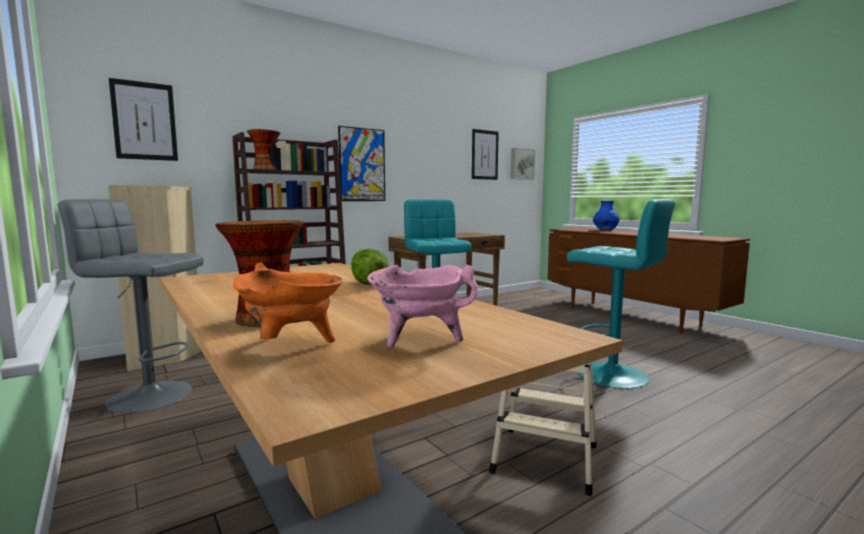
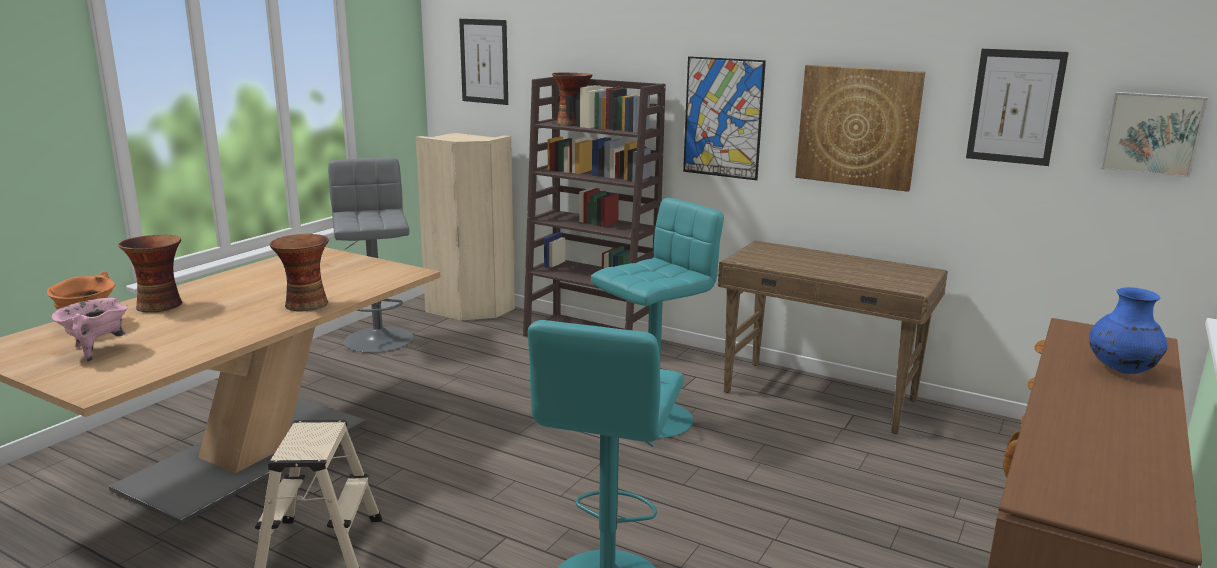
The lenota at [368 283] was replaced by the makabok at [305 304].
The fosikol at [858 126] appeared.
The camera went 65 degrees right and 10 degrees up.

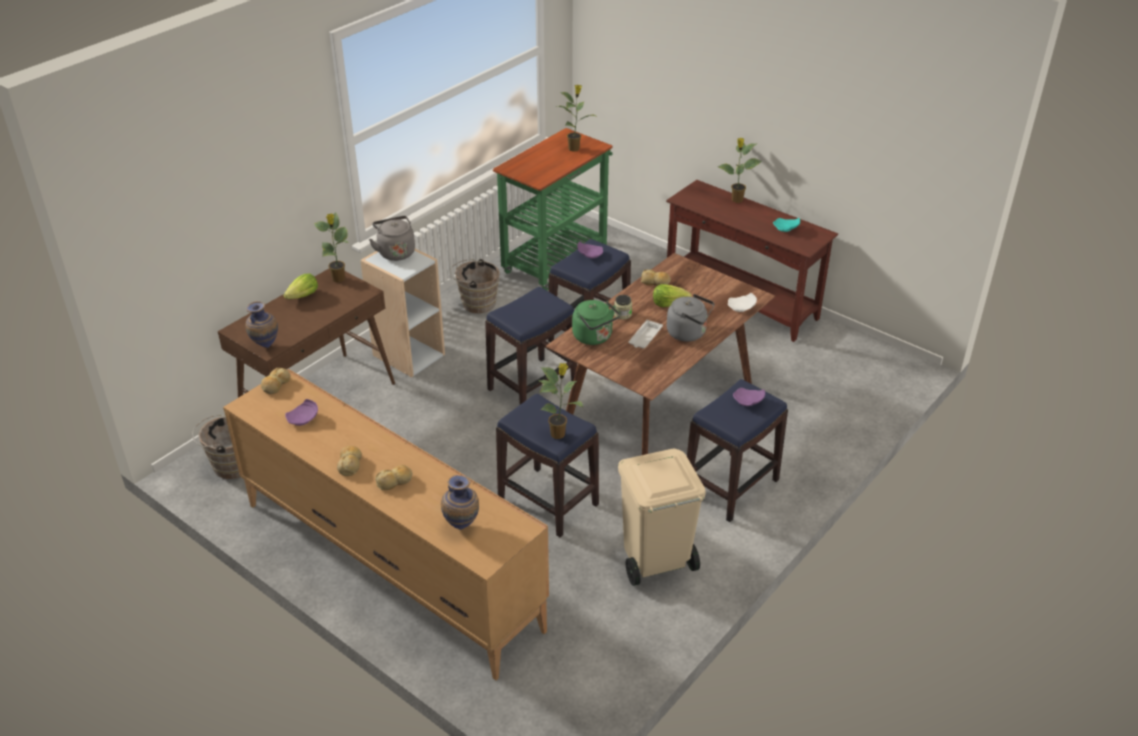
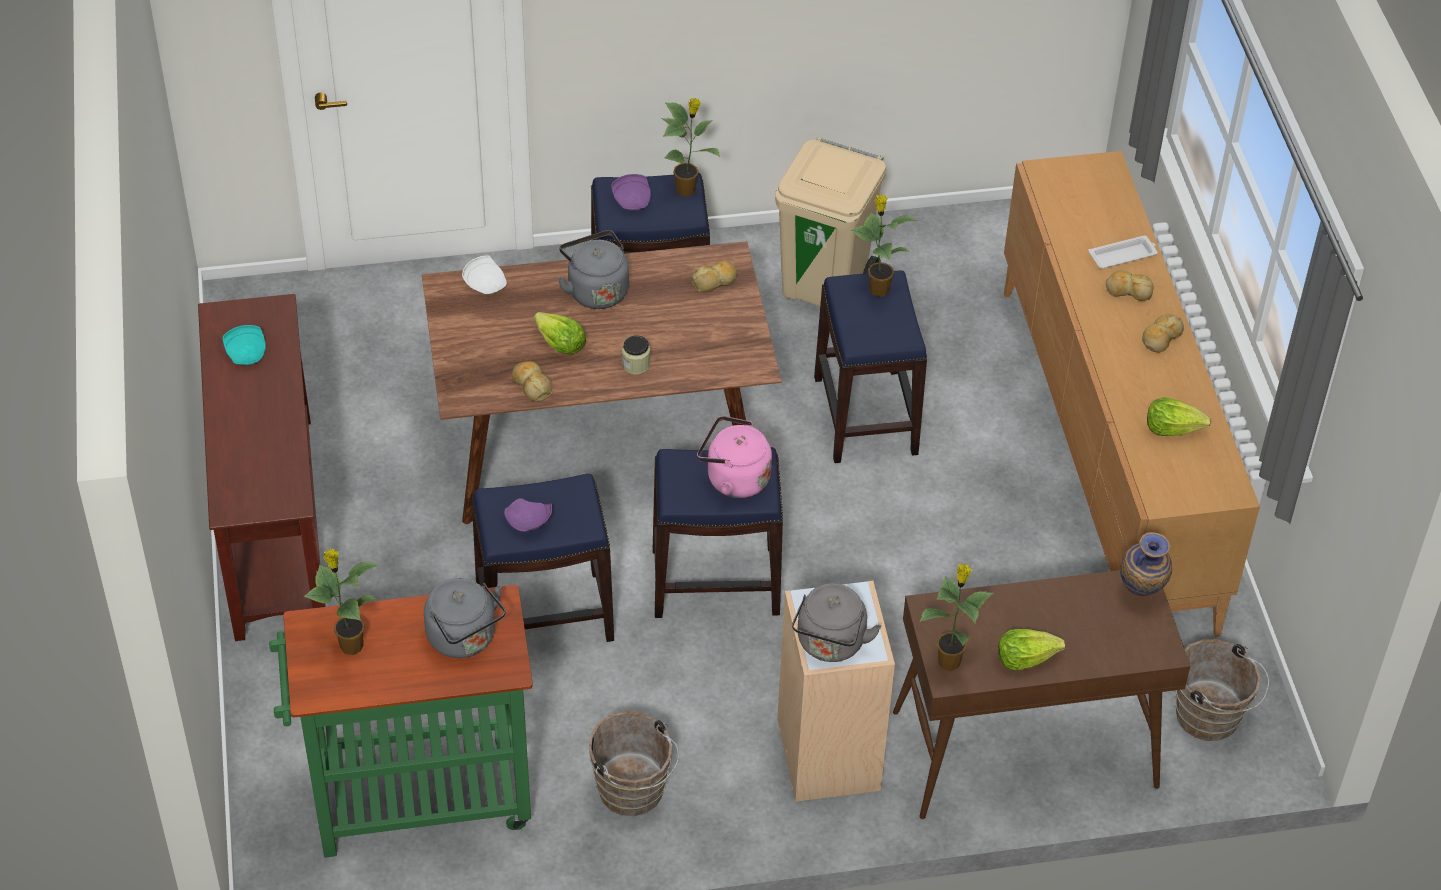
The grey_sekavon at [465 639] appeared.
The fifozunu moved from [736 200] to [687 189].
The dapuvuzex moved from [275 385] to [715 281].
The pink_sekavon at [734 479] appeared.
The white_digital moved from [645 337] to [1123 256].
The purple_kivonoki at [303 419] was replaced by the lenota at [1173 428].
The makabok at [462 525] disappeared.
The green_sekavon at [594 337] disappeared.
The camera went 140 degrees left and 10 degrees up.

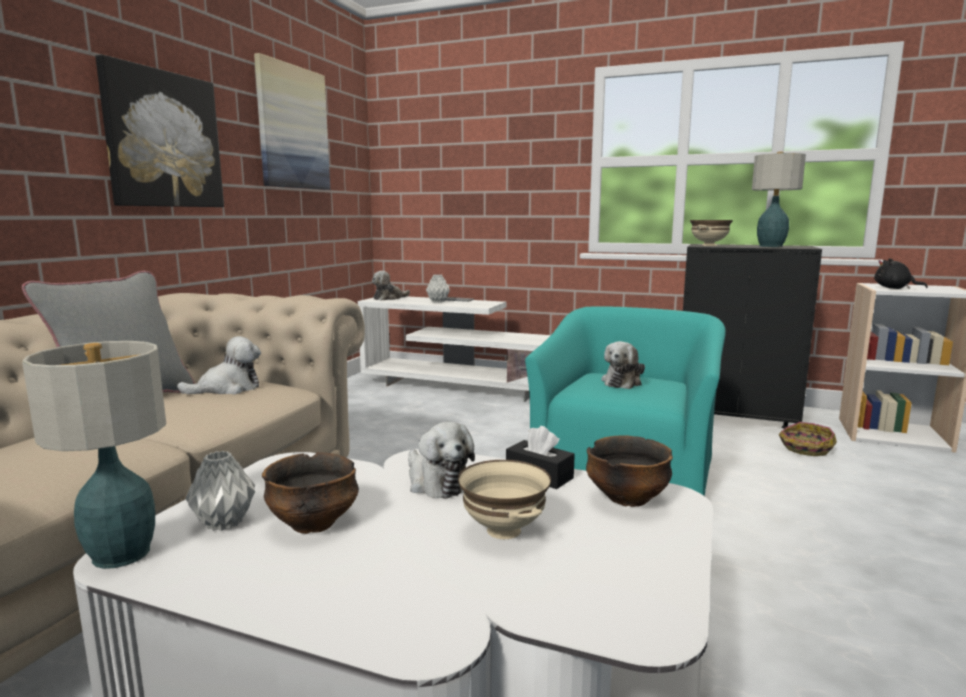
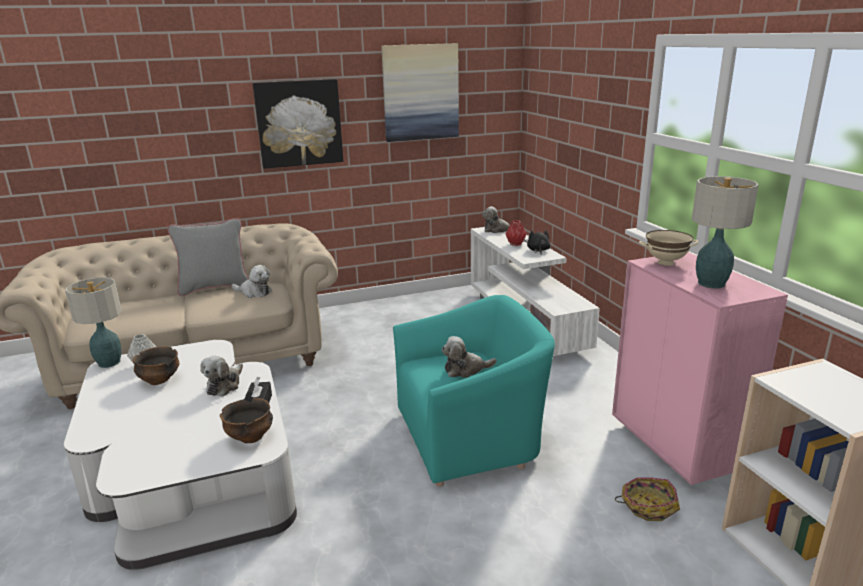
The grey_makabok at [438 301] became the red_makabok at [516 244].
The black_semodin moved from [894 288] to [538 250].
The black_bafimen at [736 416] became the pink_bafimen at [677 448].
The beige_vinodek at [502 530] disappeared.
The camera went 50 degrees right and 10 degrees up.

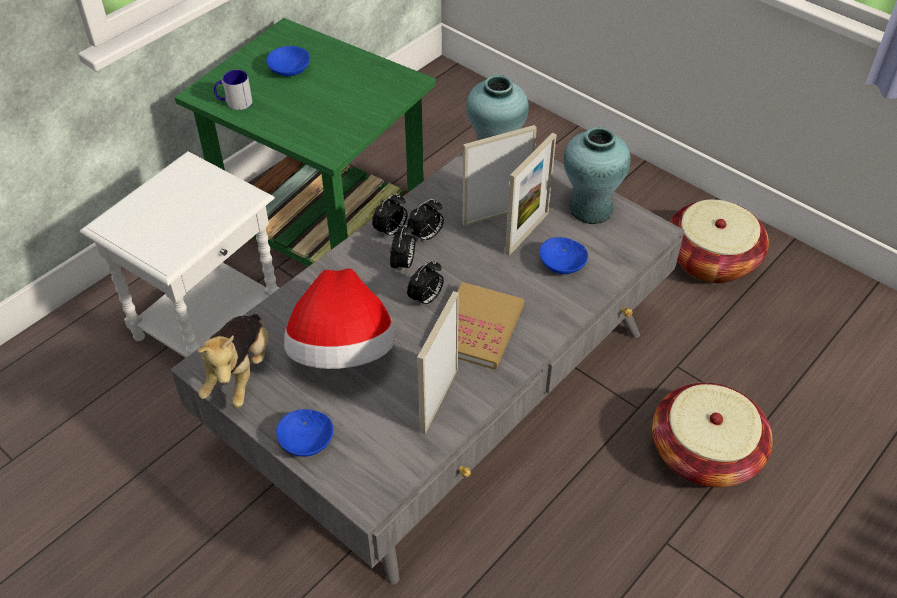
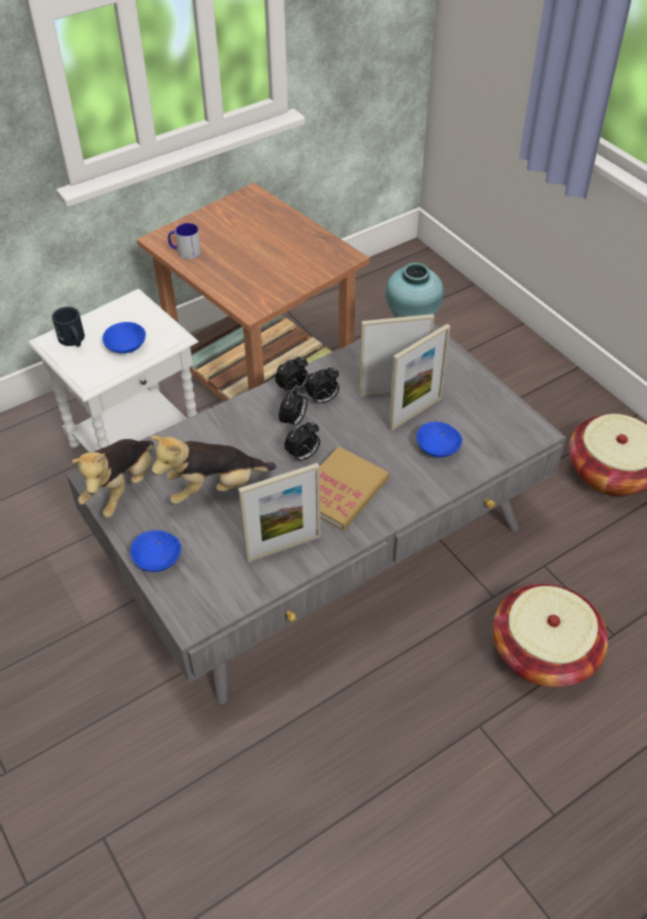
The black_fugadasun at [73 340] appeared.
The blue_vinodek moved from [289 69] to [126 345].
The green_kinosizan at [322 224] became the brown_kinosizan at [259 374].
The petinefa at [342 352] was replaced by the semodin at [214 488].
The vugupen at [439 400] turned 150 degrees counterclockwise.
The turquoise_makabok at [590 209] disappeared.
The camera went 15 degrees right and 0 degrees up.

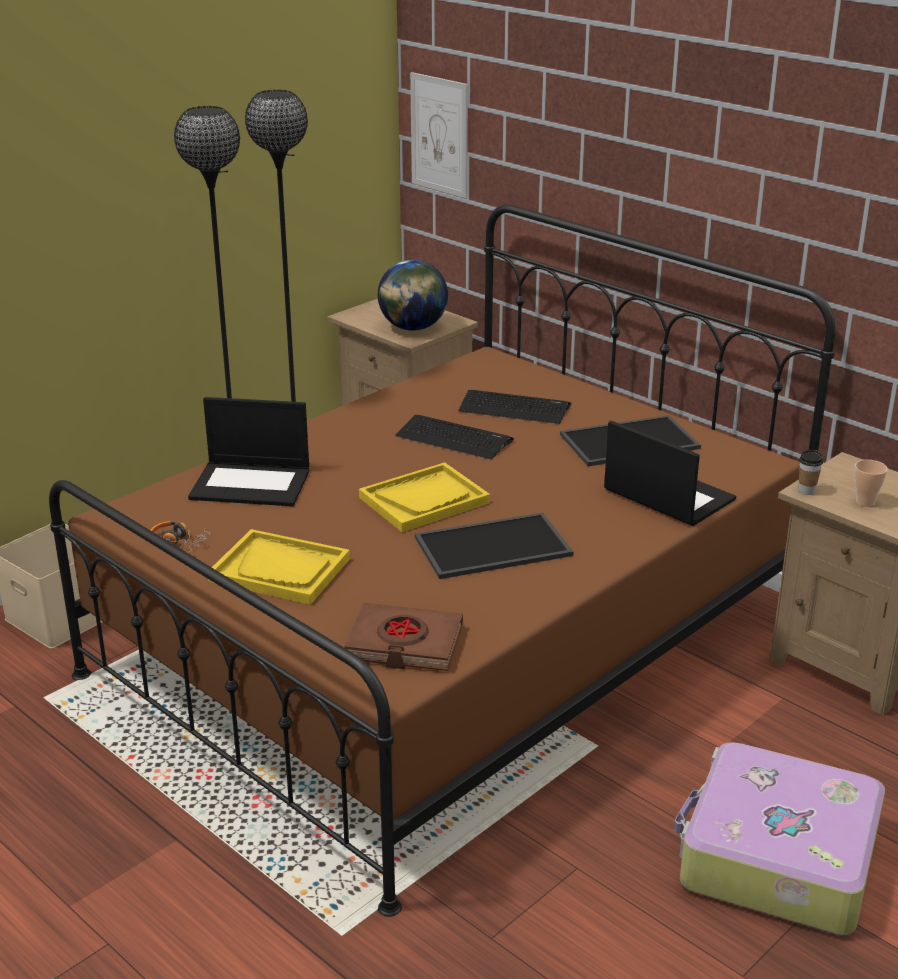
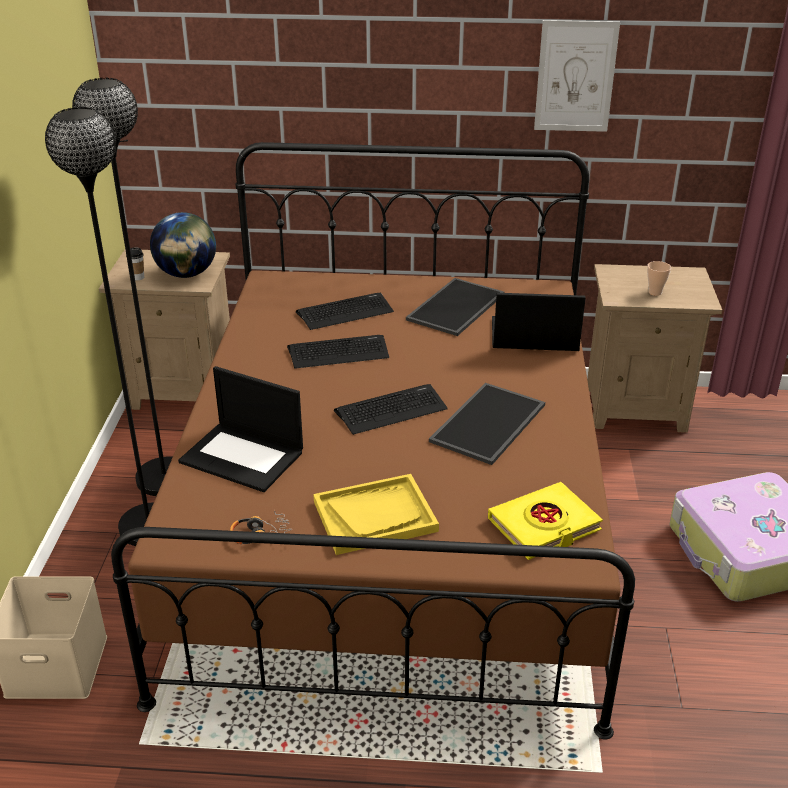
The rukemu moved from [806 491] to [138 277].
The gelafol at [252 484] turned 60 degrees clockwise.
The yellow_digital at [424 500] was replaced by the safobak at [391 410].
The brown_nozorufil at [404 644] became the yellow_nozorufil at [544 526].
The fosikol moved from [439 135] to [575 77].
The camera went 40 degrees left and 5 degrees up.

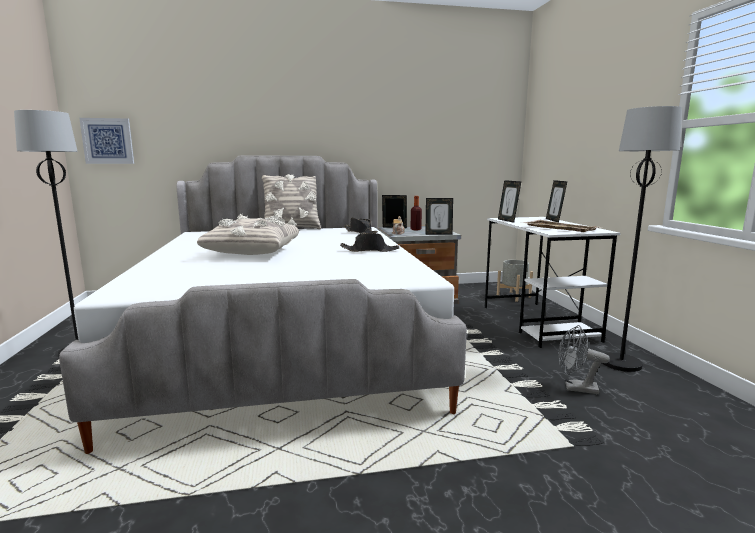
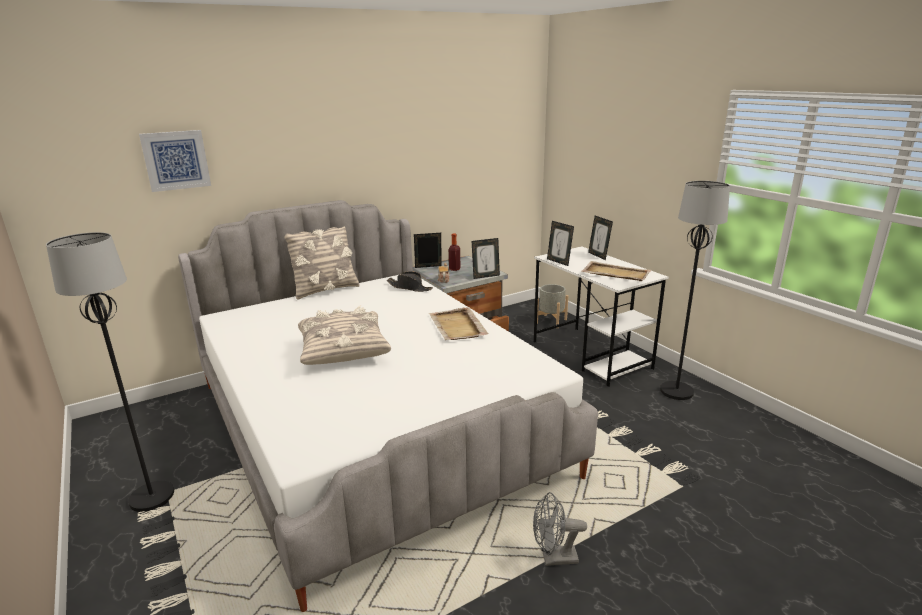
The fosikol moved from [108 141] to [176 160].
The black_petinefa at [370 250] was replaced by the beige_digital at [457 326].
The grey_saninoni moved from [575 388] to [554 558].
The camera went 20 degrees left and 10 degrees up.

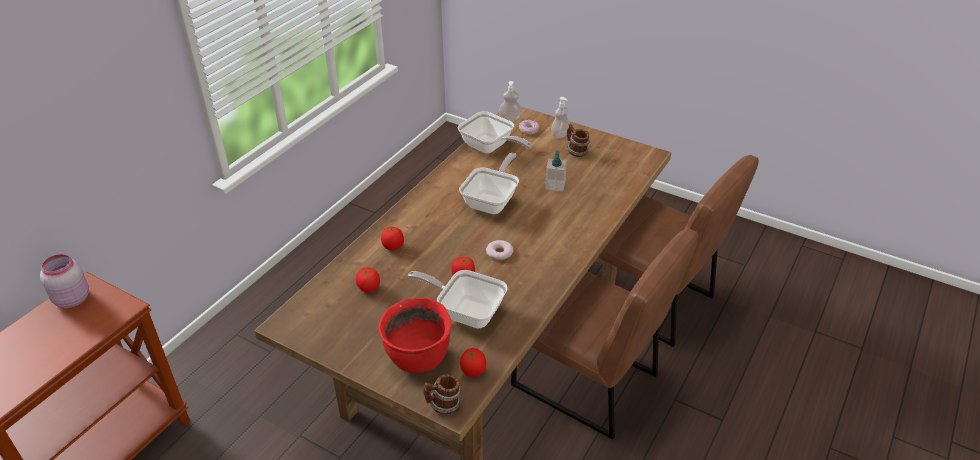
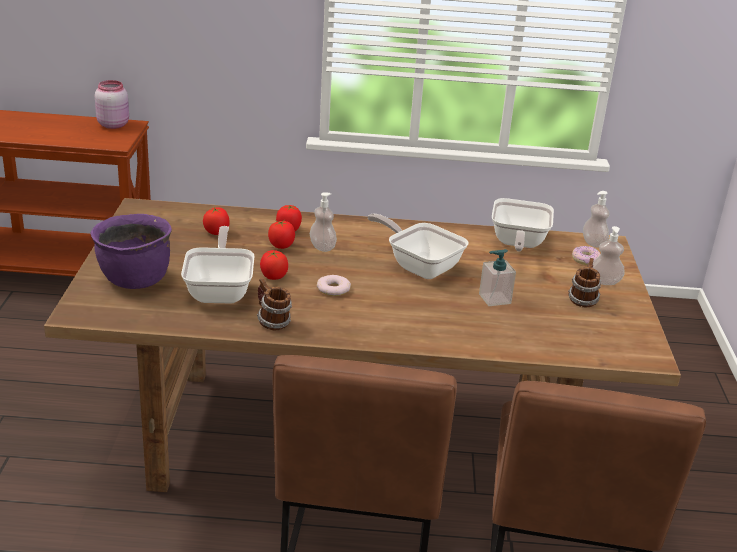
The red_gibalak at [418 358] became the purple_gibalak at [134 280].
The fugadasun moved from [443 405] to [272 322].
The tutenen moved from [473 371] to [281 246].
The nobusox at [322 247] appeared.
The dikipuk at [492 201] turned 135 degrees counterclockwise.
The camera went 60 degrees right and 10 degrees down.

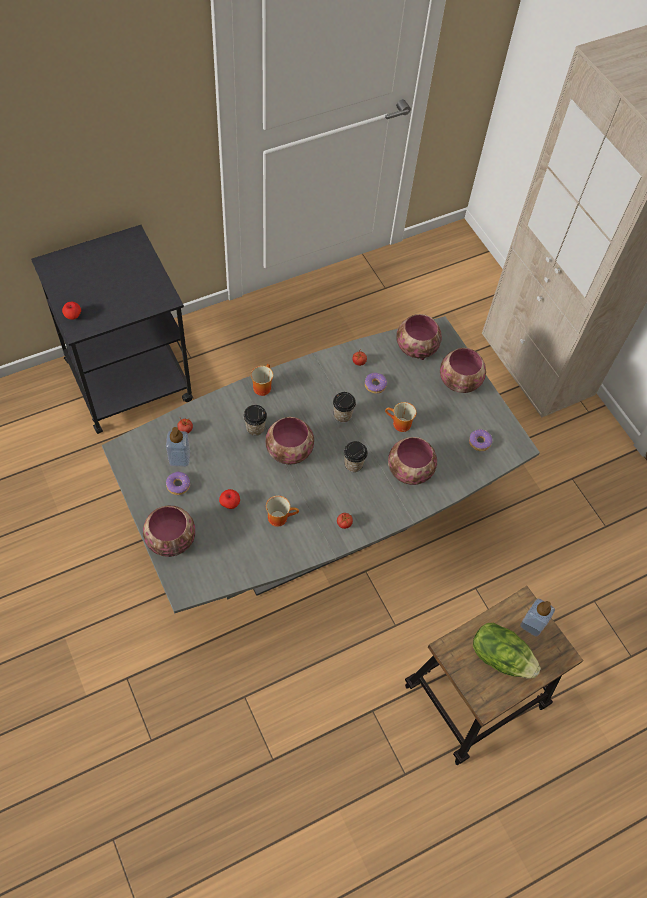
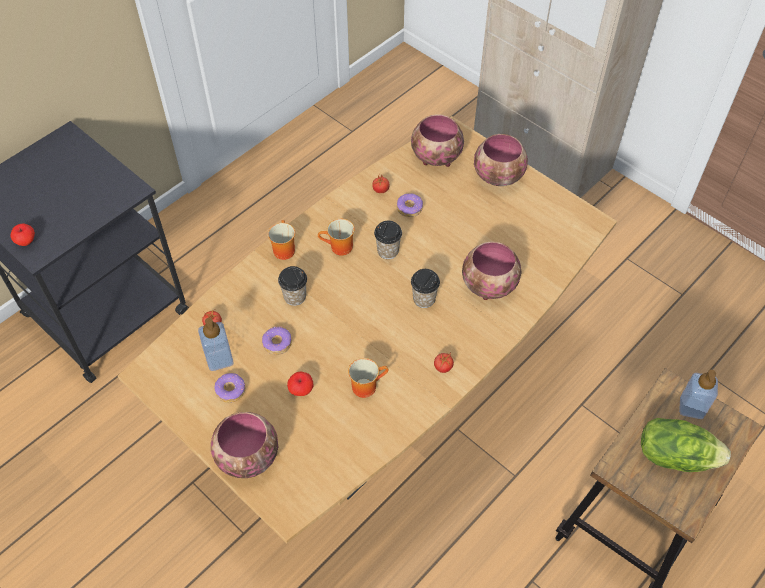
The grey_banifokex at [315 528] became the brown_banifokex at [382 401].
The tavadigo moved from [479 442] to [277 344].
The fugadasun moved from [399 424] to [339 248].
The vinodek at [289 452] disappeared.
The camera went 15 degrees left and 5 degrees down.

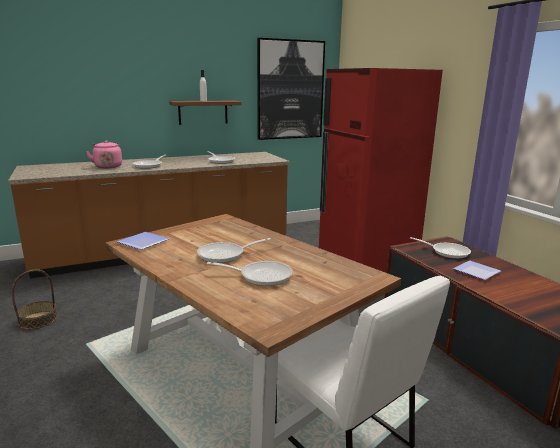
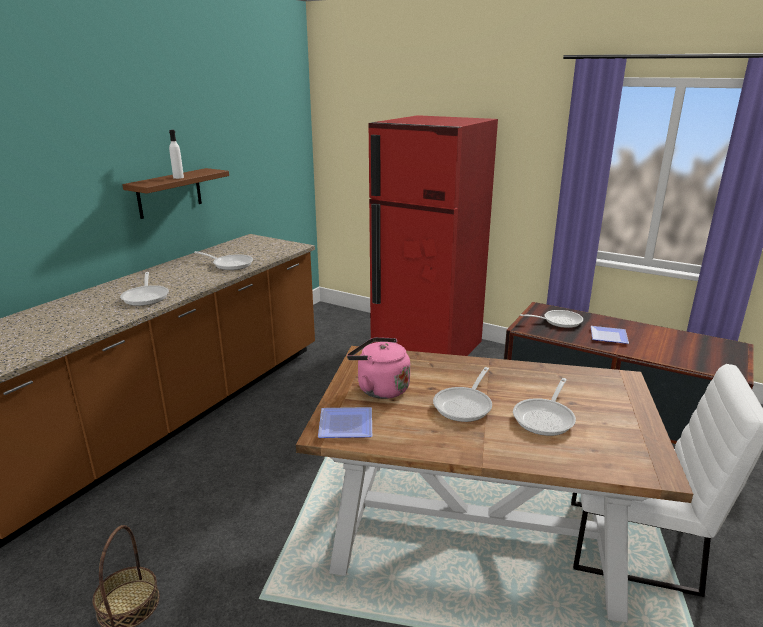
The pink_sekavon moved from [108 166] to [380 388].
The dikipuk at [261 276] turned 150 degrees clockwise.
The fosikol at [290 90] disappeared.
The camera went 35 degrees left and 5 degrees up.

